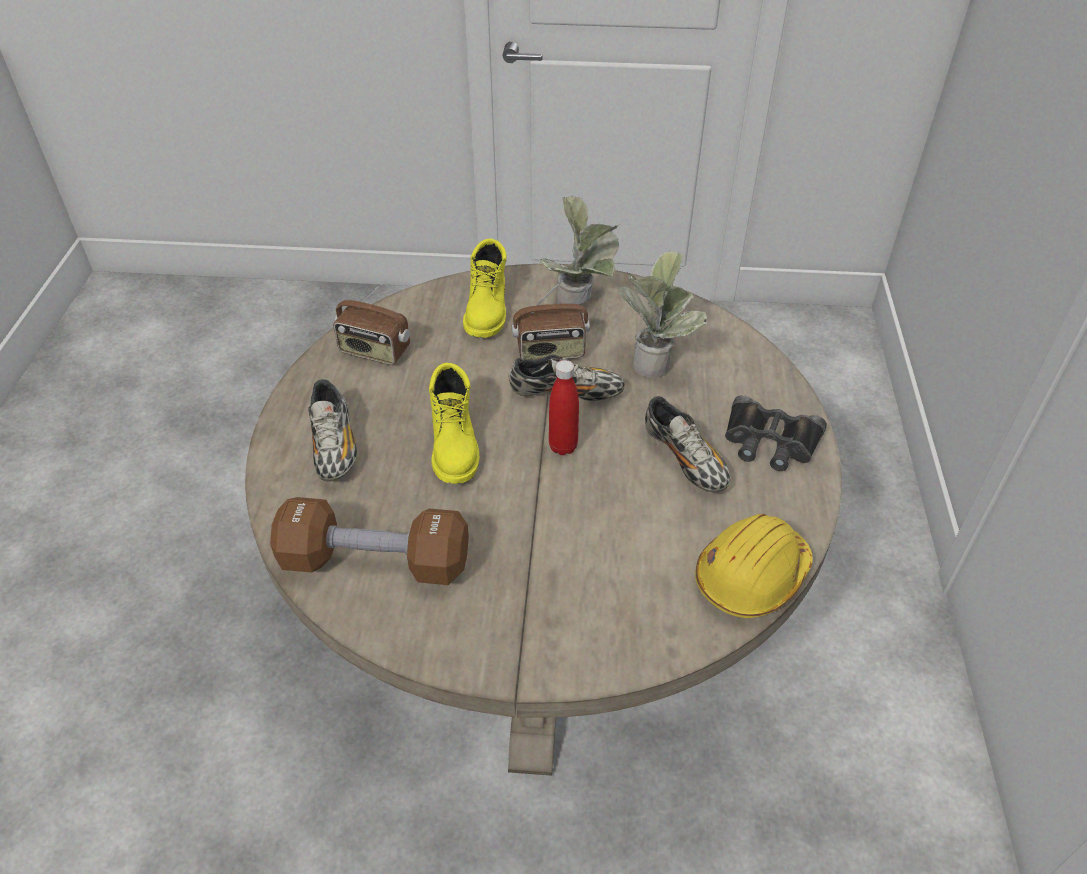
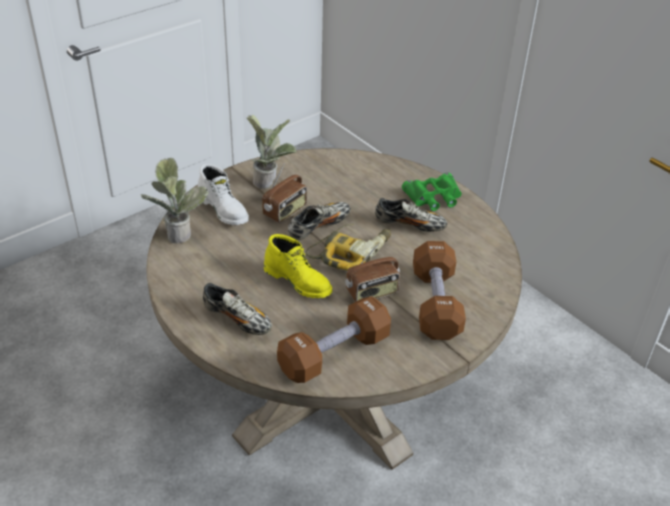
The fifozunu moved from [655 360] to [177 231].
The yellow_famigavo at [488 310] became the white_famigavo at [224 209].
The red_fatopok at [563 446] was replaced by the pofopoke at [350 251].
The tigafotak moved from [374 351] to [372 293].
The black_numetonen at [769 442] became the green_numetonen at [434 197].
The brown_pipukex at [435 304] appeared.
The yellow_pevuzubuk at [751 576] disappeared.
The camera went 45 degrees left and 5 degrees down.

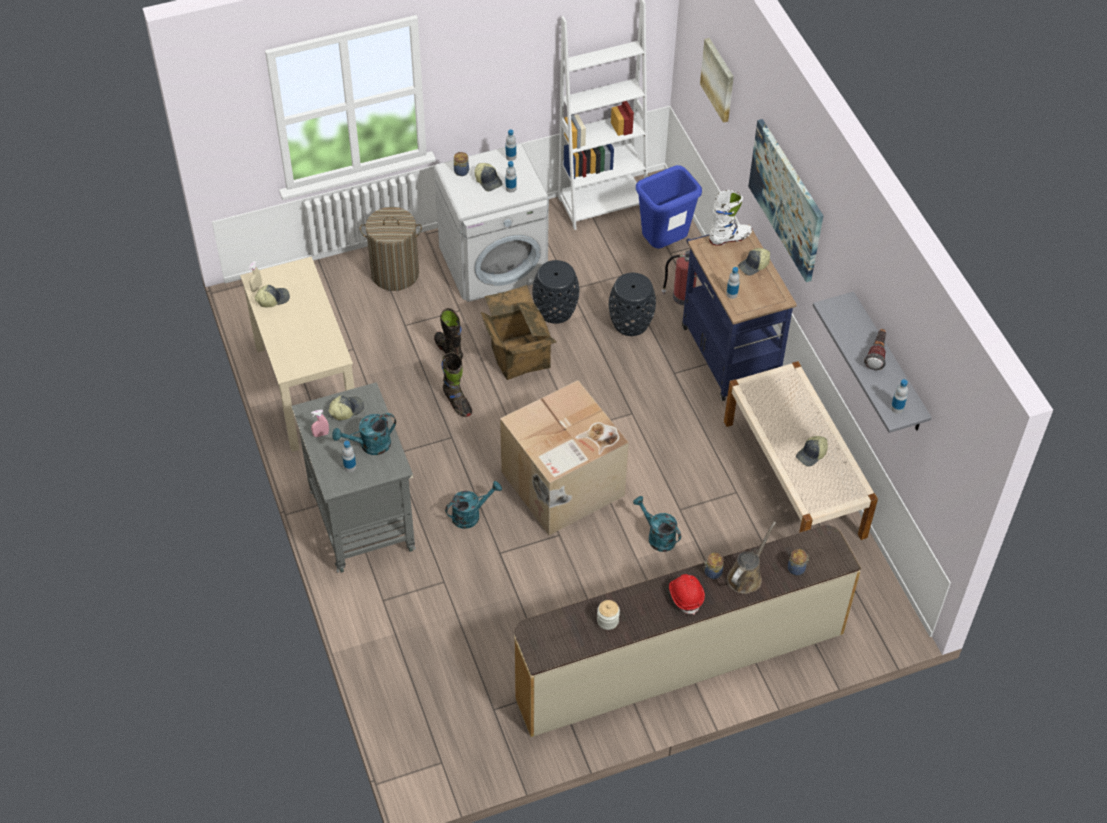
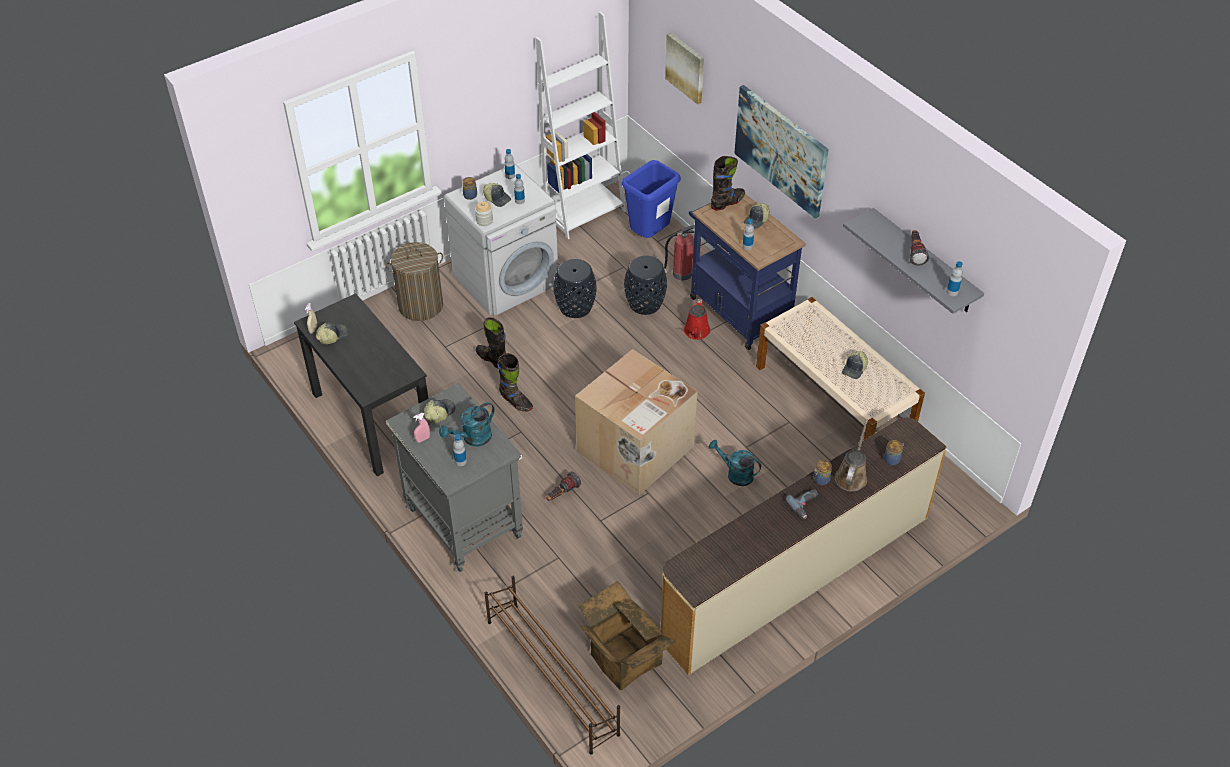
The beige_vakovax at [306 388] became the black_vakovax at [372 419].
The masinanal moved from [607 620] to [484 220].
The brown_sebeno at [551 676] appeared.
The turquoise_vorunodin at [471 515] was replaced by the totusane at [562 494].
The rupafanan moved from [517 357] to [622 659].
The red_vorunodin at [696 332] appeared.
The white_famigavo at [730 238] became the black_famigavo at [727 202].
The red_pevuzubuk at [686 596] was replaced by the pofopoke at [805 505].
The camera went 15 degrees left and 5 degrees down.

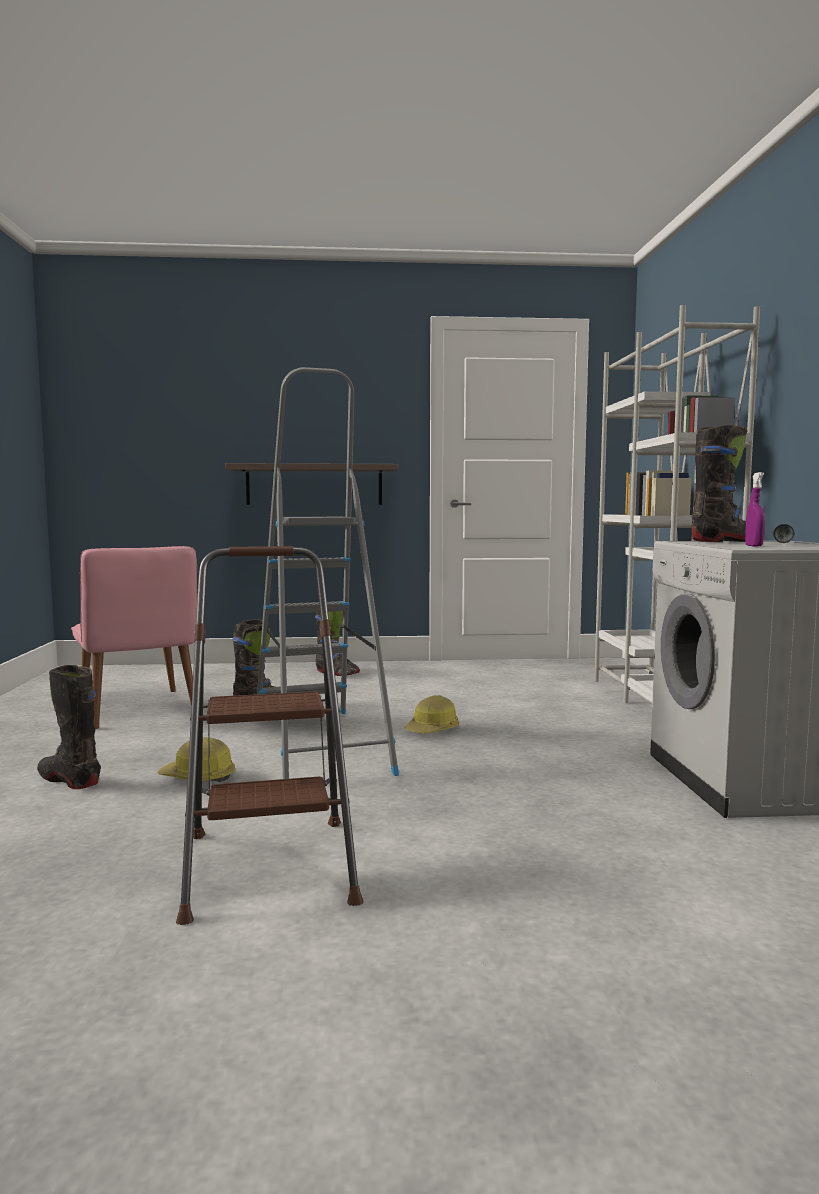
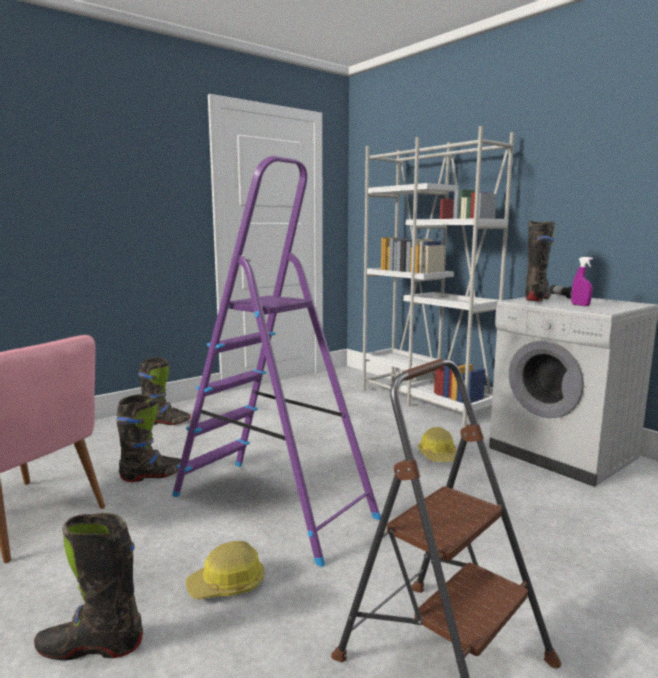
The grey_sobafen at [318 743] became the purple_sobafen at [271 506].
The pevuzubuk moved from [432 730] to [438 455].
The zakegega at [314 485] disappeared.
The camera went 35 degrees left and 5 degrees up.

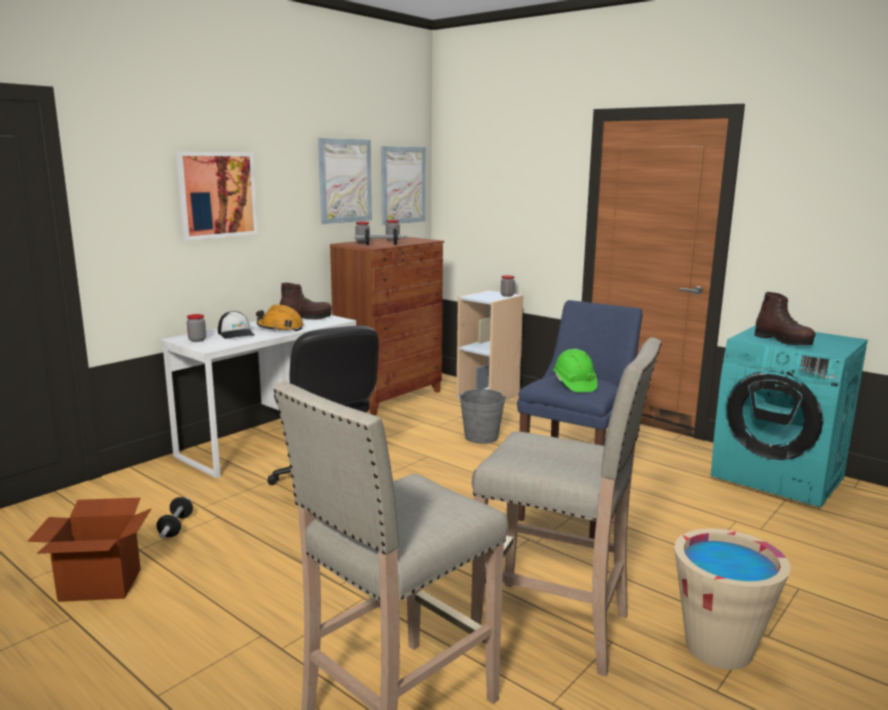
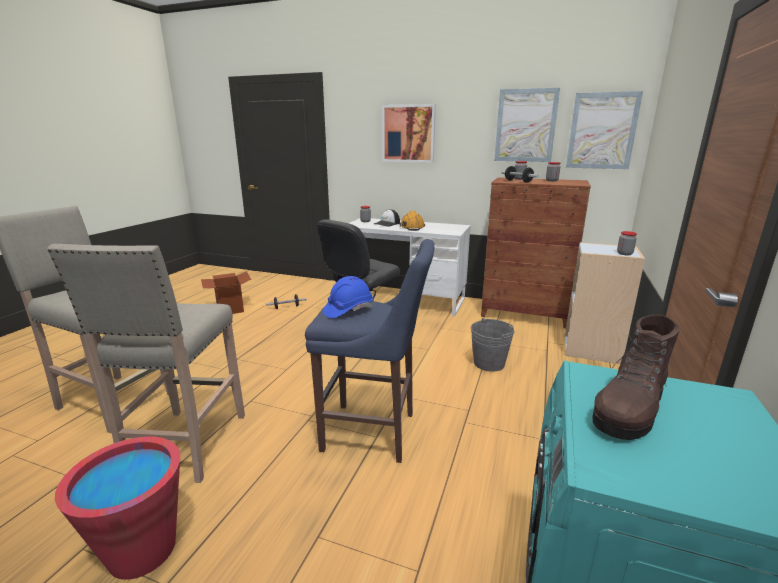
The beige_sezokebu at [718 648] became the red_sezokebu at [142 550].
The green_pevuzubuk at [574 384] became the blue_pevuzubuk at [348 310].
The brown_famigavo at [306 318] disappeared.
The camera went 70 degrees right and 5 degrees up.

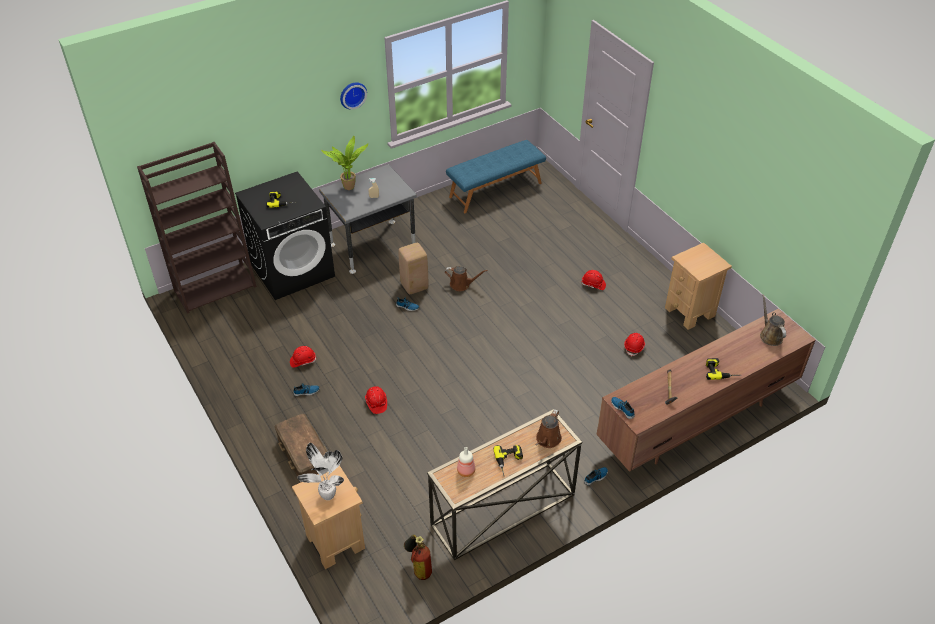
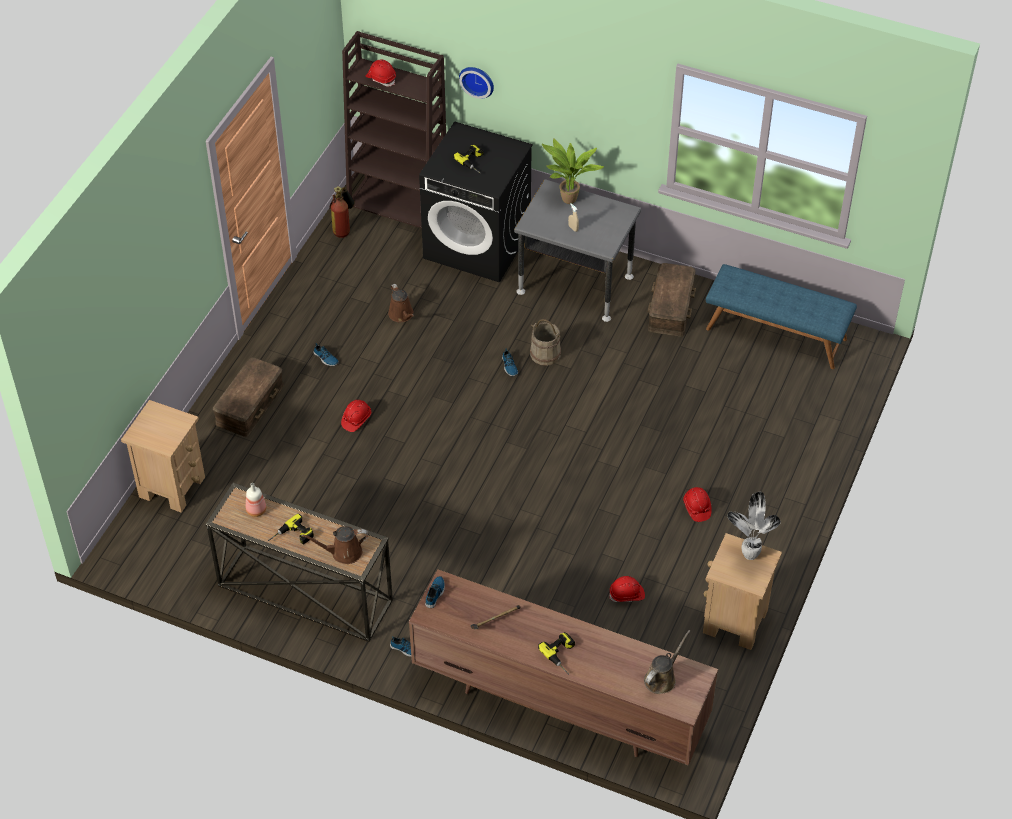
The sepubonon moved from [419 567] to [344 228].
The red_pevuzubuk moved from [303 361] to [381 78].
The brown_vorunodin moved from [462 284] to [402 315].
The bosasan moved from [352 94] to [477 80].
The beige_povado at [414 286] was replaced by the beige_sezokebu at [545 354].
The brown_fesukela at [671 307] appeared.
The fifozunu moved from [327 496] to [748 555].
The camera went 55 degrees right and 5 degrees up.

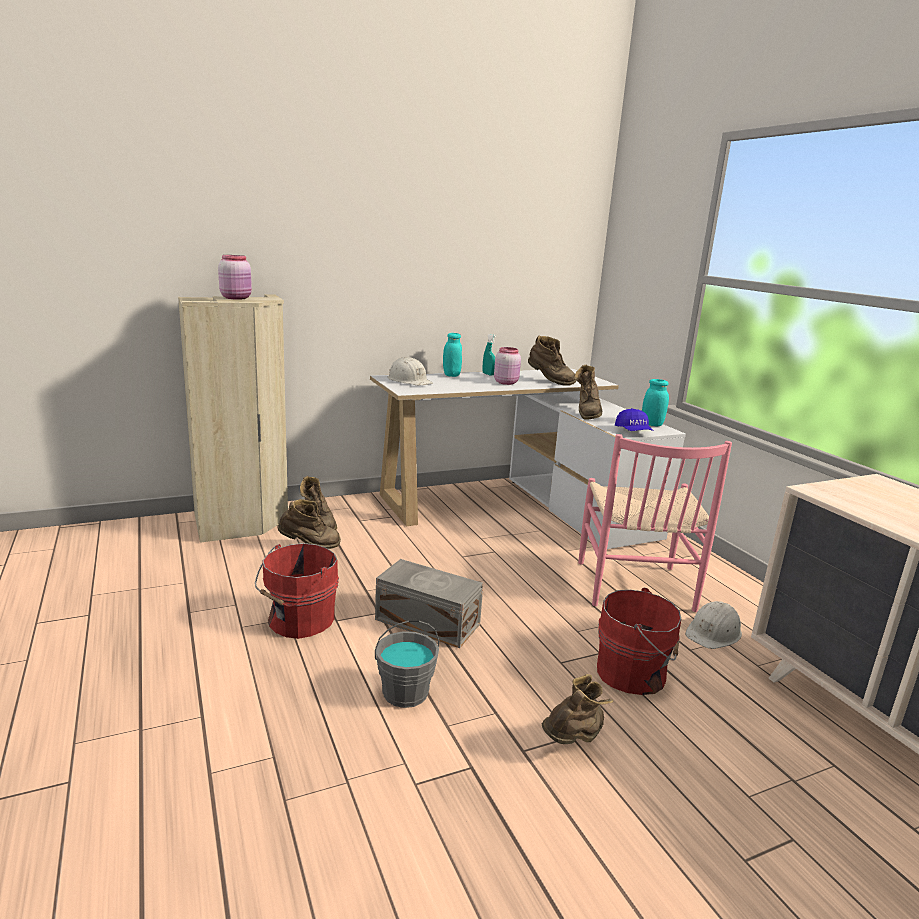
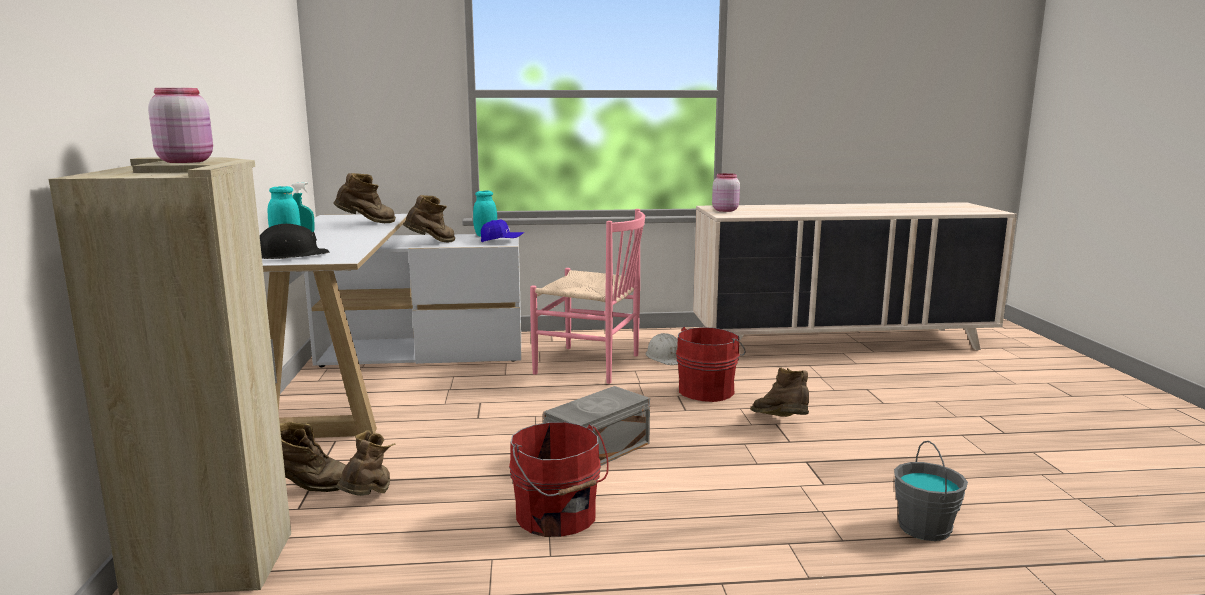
The white_pevuzubuk at [409 381] became the black_pevuzubuk at [291 255].
The brown_famigavo at [587 414] turned 75 degrees counterclockwise.
The pink_masinanal moved from [506 382] to [724 210].
The grey_sezokebu moved from [405 693] to [925 528].
The camera went 70 degrees left and 5 degrees down.

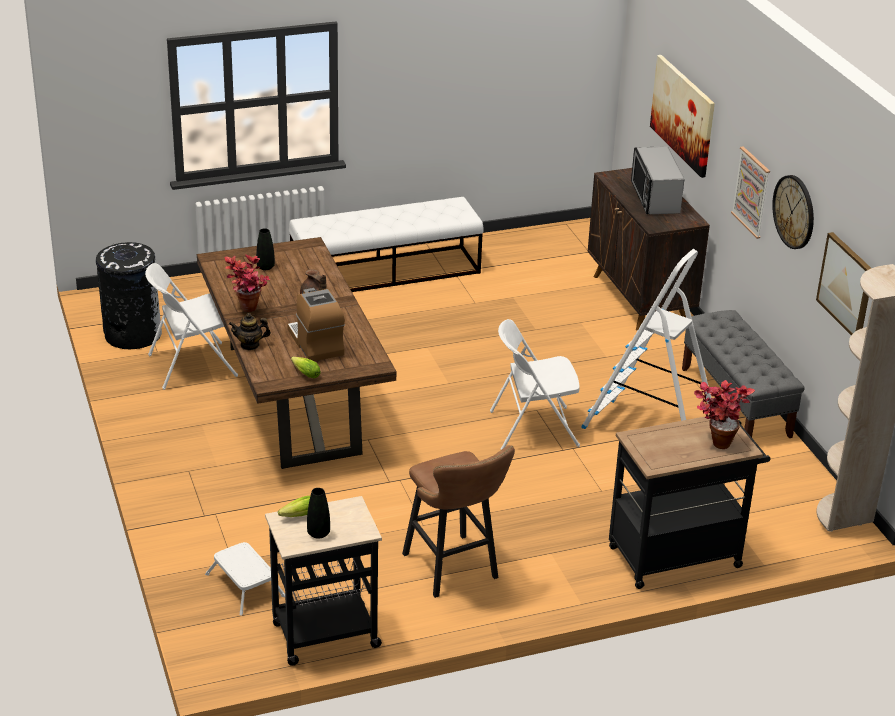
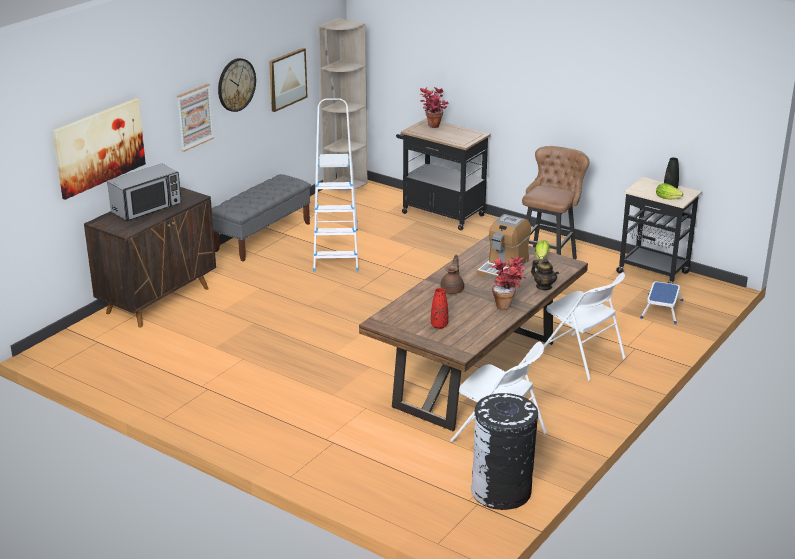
The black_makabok at [265 267] became the red_makabok at [439 325].
The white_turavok moved from [533 428] to [580 357].
The white_sobafen at [245 585] became the blue_sobafen at [661 309].
The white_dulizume at [386 272] disappeared.
The camera went 125 degrees left and 5 degrees down.

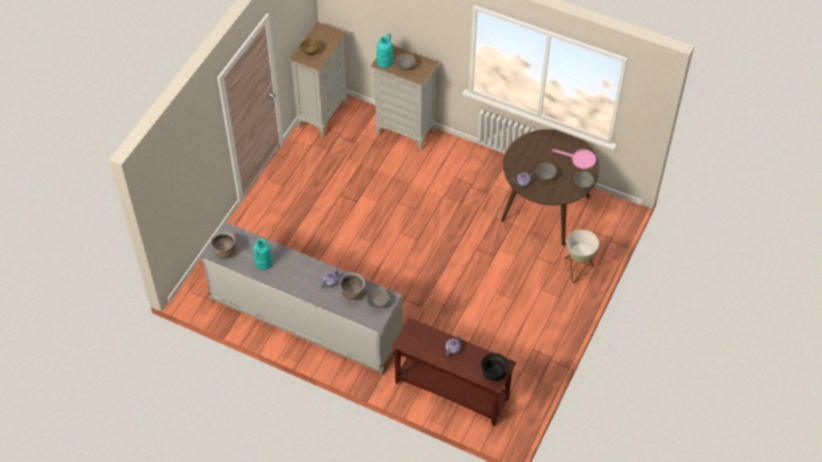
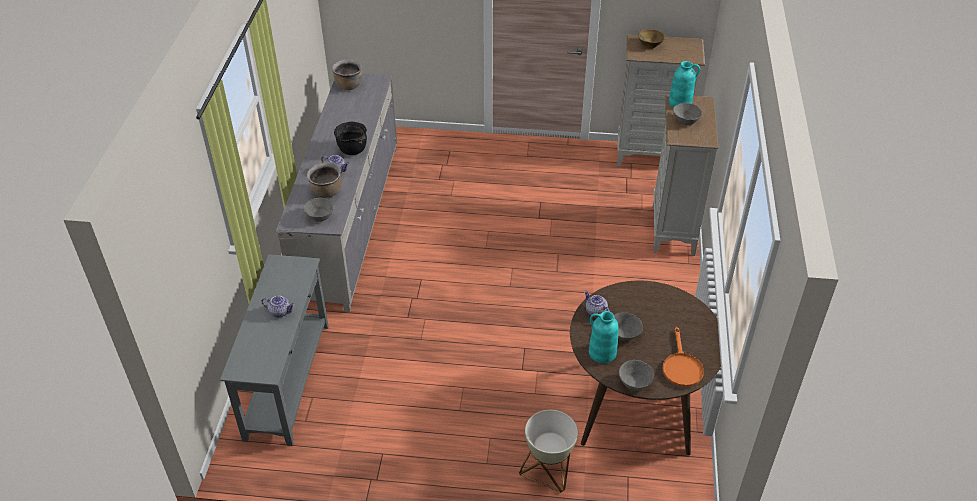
The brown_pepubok at [451 391] became the grey_pepubok at [287 380].
The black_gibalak moved from [493 374] to [352 149].
The turquoise_makabok moved from [264 263] to [602 353].
The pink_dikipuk at [579 159] became the orange_dikipuk at [681 367].
The camera went 70 degrees right and 10 degrees down.

